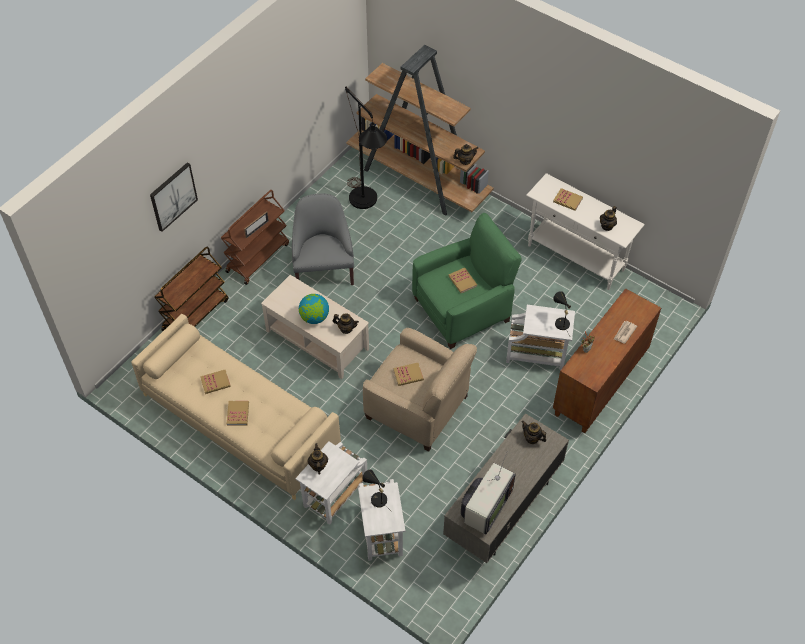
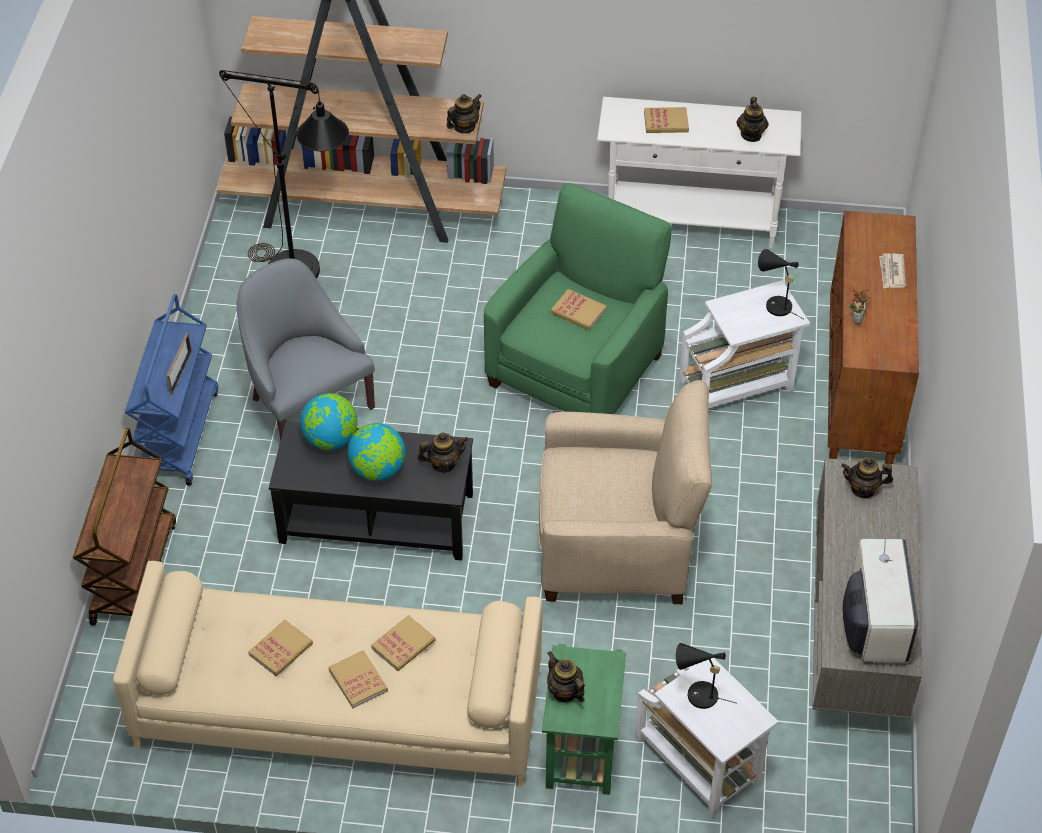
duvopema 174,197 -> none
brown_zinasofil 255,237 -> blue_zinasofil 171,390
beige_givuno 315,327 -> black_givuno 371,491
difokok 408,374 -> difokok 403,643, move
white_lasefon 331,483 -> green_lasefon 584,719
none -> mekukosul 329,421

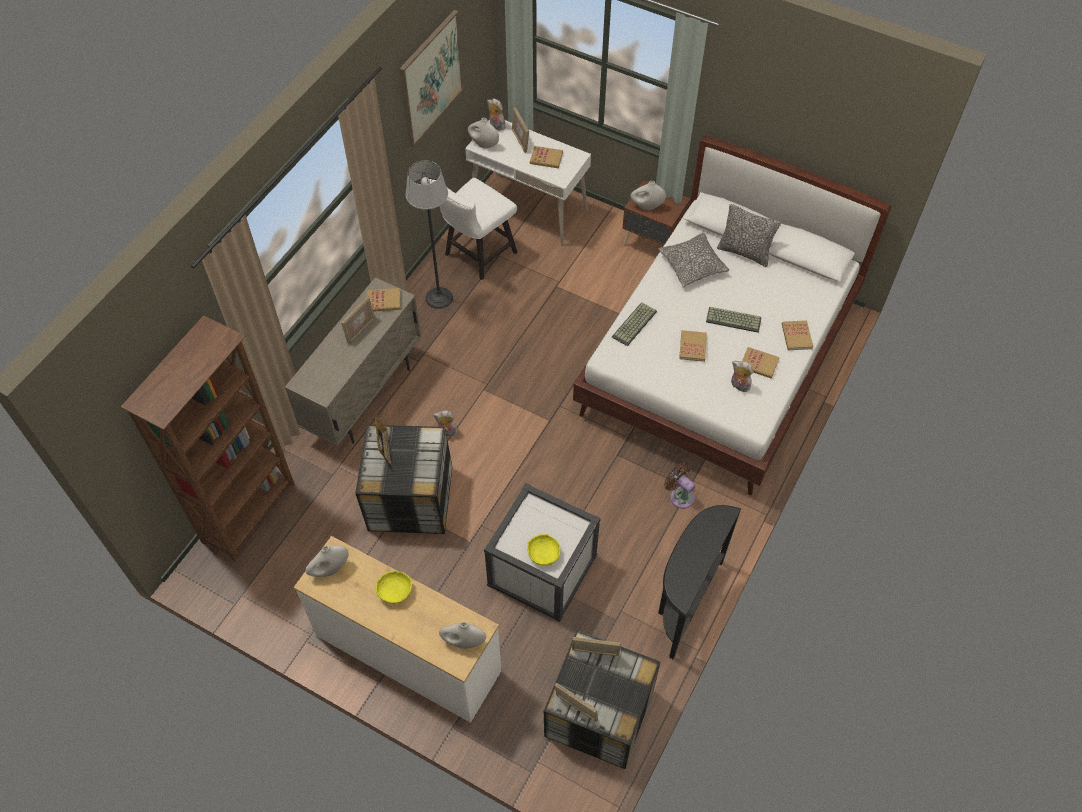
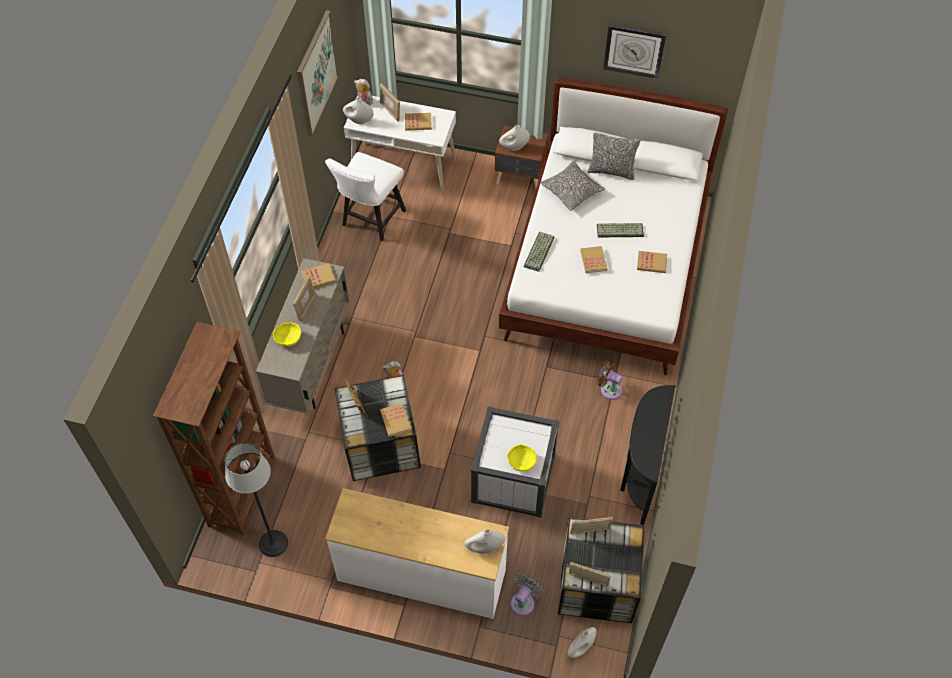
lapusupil 429,234 -> lapusupil 256,500, move
difokok 797,335 -> difokok 396,420, move
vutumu 742,376 -> none
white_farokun 327,561 -> white_farokun 582,642, move
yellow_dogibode 394,587 -> yellow_dogibode 287,334, move
none -> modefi 634,51
none -> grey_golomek 527,594

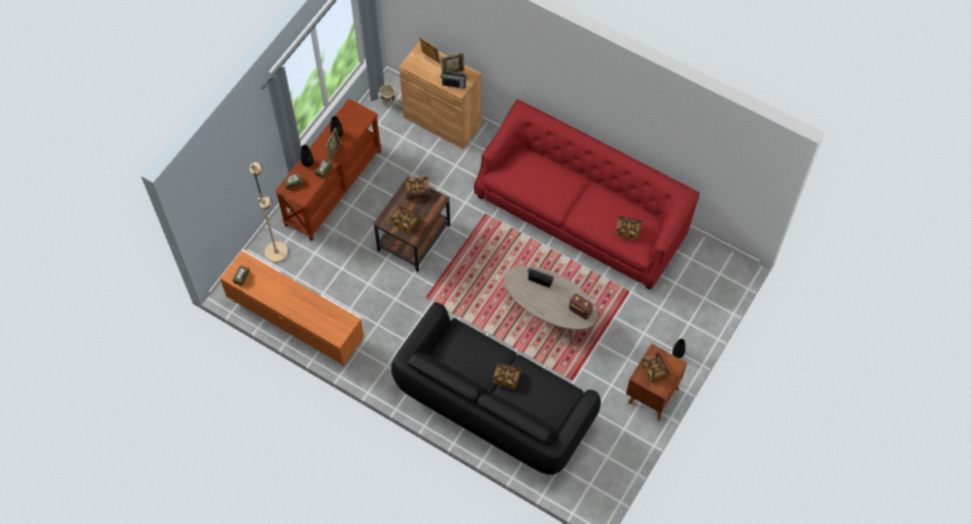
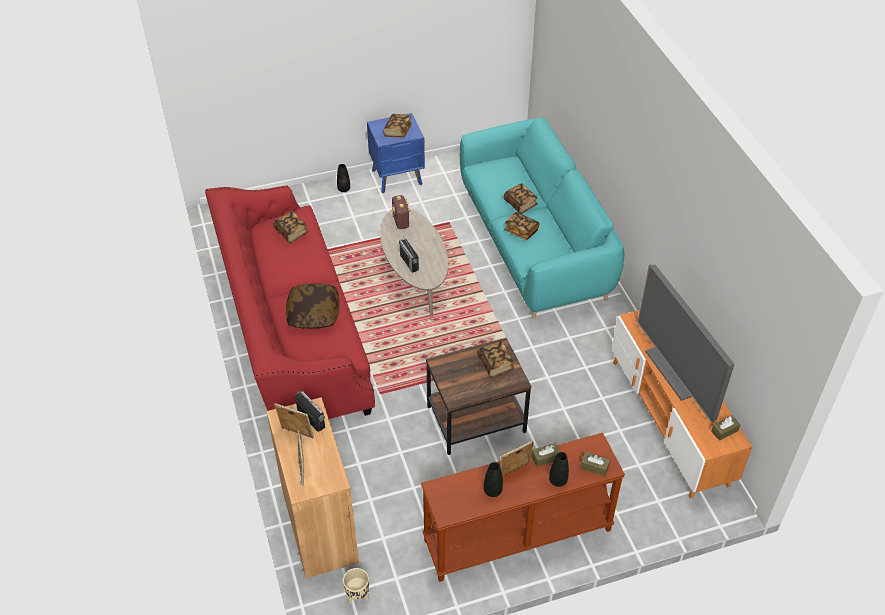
beige_lapusupil 269,212 -> none
difokok 417,188 -> difokok 522,226, move
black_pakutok 496,389 -> turquoise_pakutok 542,218
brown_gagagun 656,382 -> blue_gagagun 396,153
none -> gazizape 686,344
none -> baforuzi 313,306

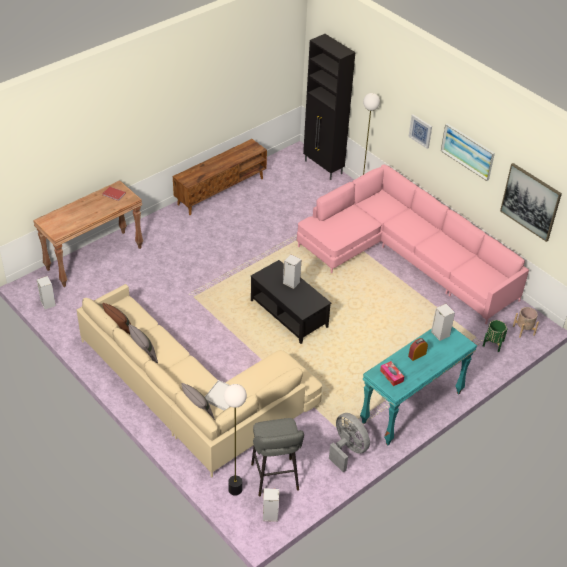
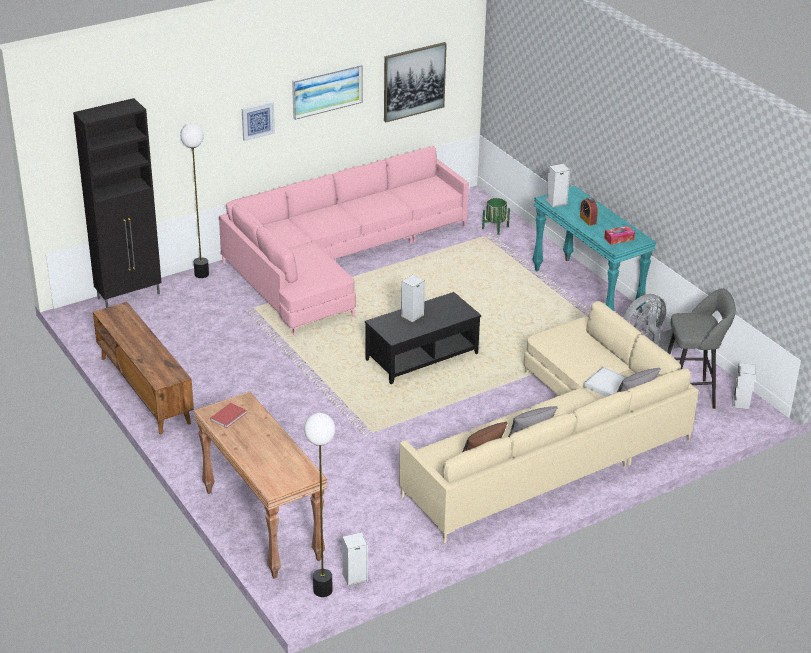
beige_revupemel 526,322 -> none
lapusupil 235,440 -> lapusupil 319,505, move

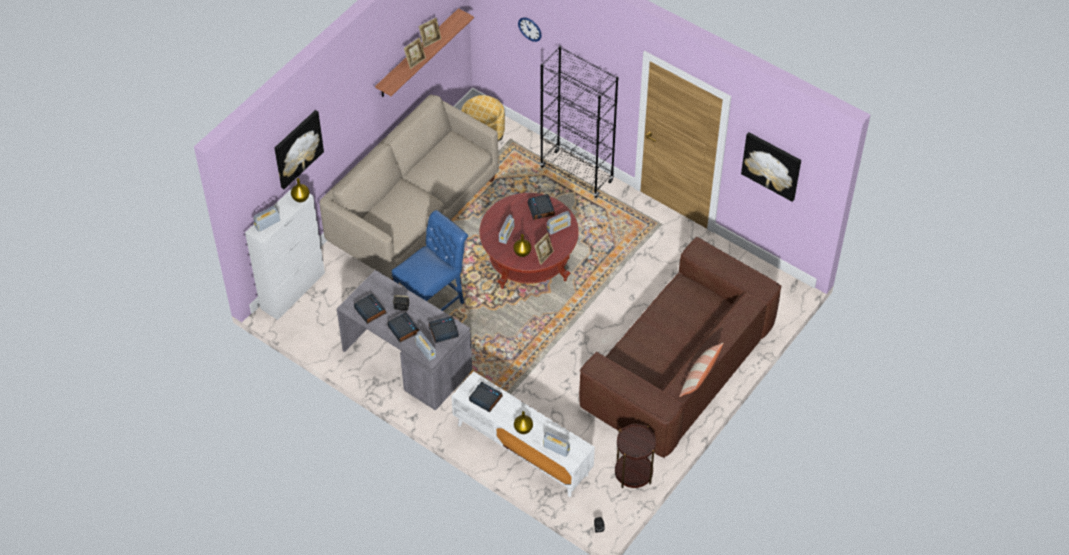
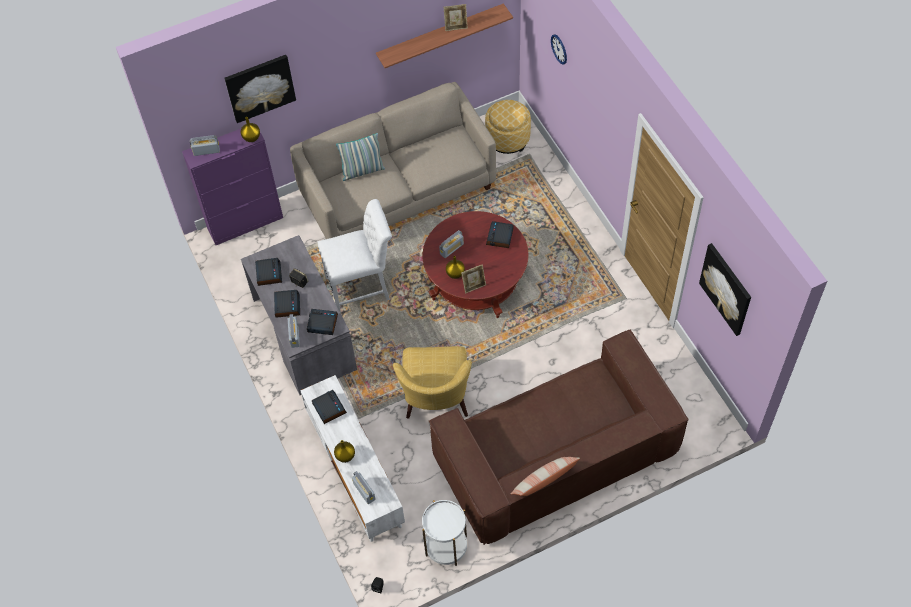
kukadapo 415,53 -> none
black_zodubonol 579,122 -> none
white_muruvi 285,254 -> purple_muruvi 232,184
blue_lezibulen 430,260 -> white_lezibulen 354,256
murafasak 559,223 -> none
brown_lasefon 635,456 -> white_lasefon 444,533
none -> baforuzi 360,157
none -> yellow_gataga 432,382

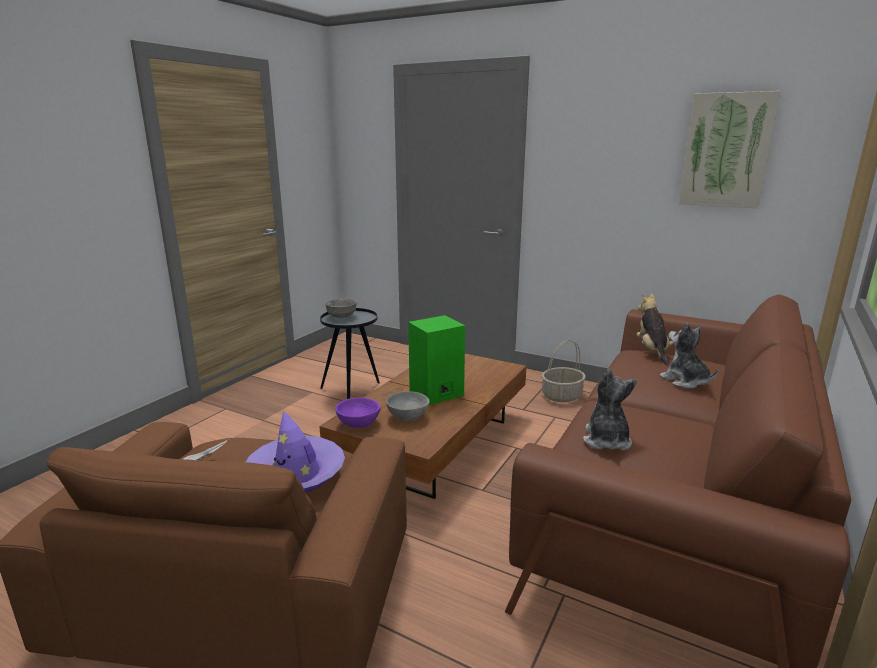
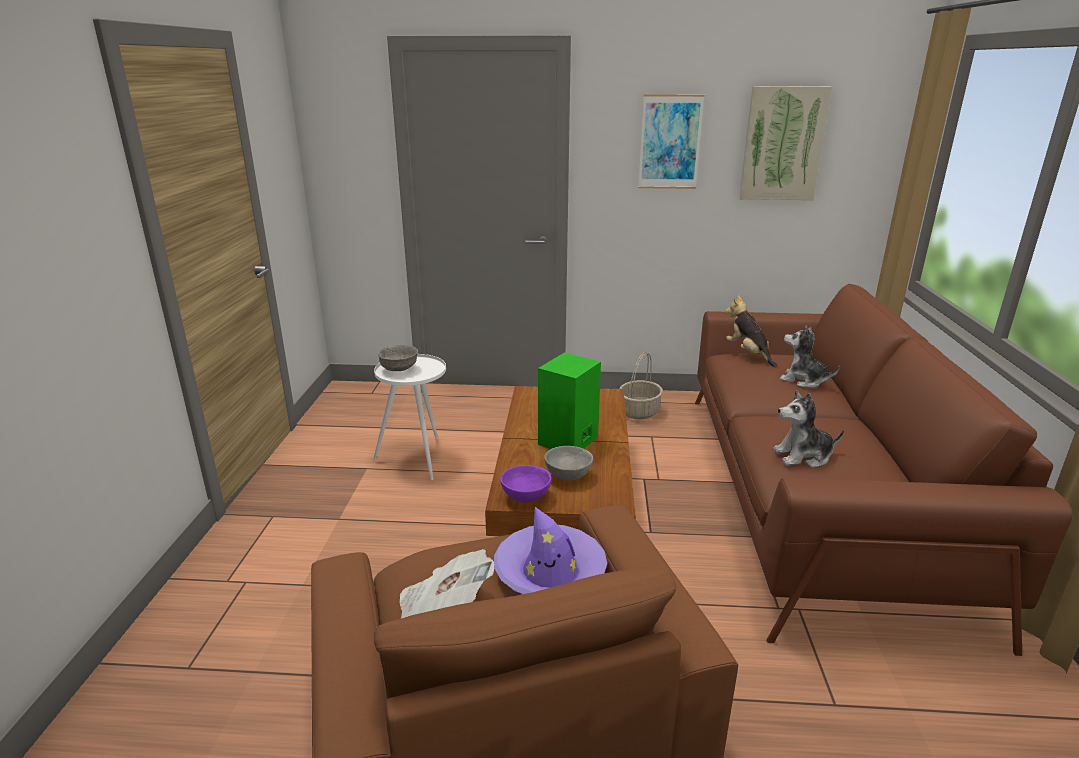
black_lasefon 350,353 -> white_lasefon 409,417
vutumu 610,409 -> vutumu 808,429, 75 degrees counterclockwise
none -> duvopema 671,141

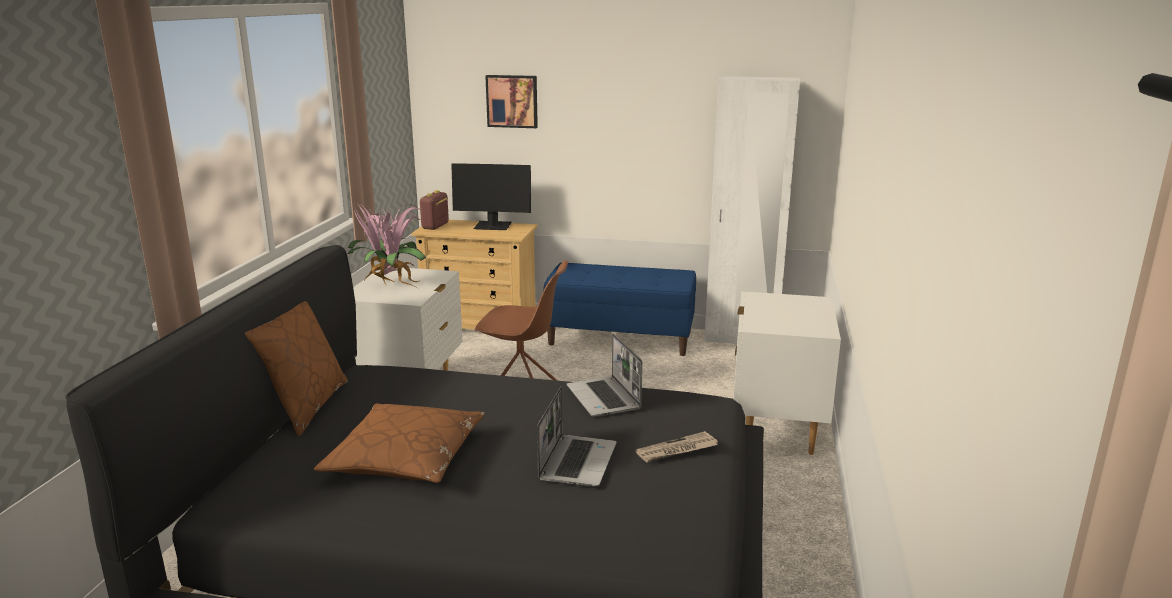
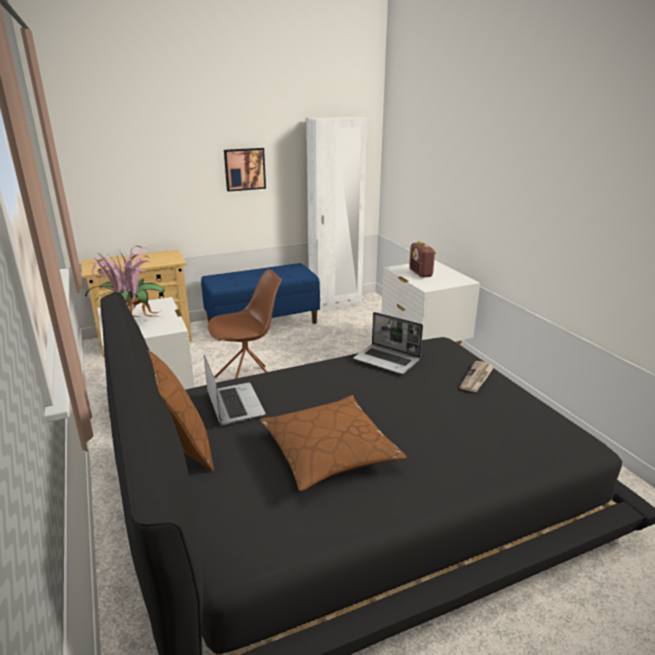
duvopema 511,101 -> duvopema 245,170, move
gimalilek 491,196 -> none
murafasak 434,210 -> murafasak 422,259, move
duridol 577,436 -> duridol 235,390, move

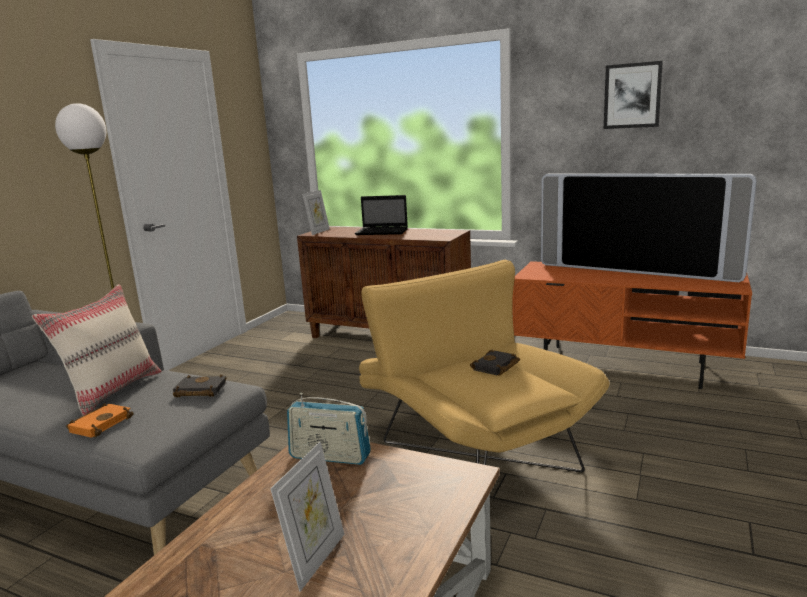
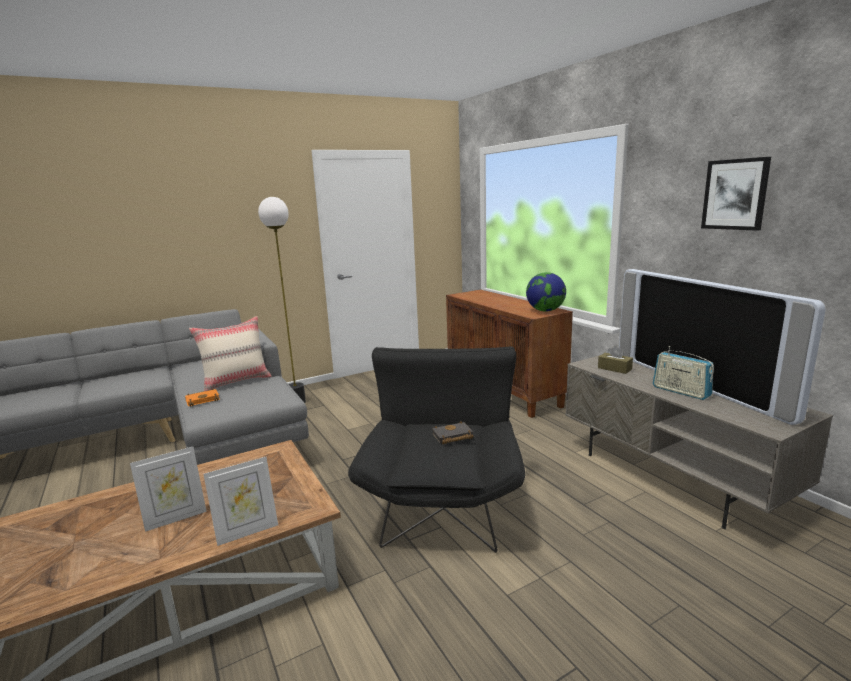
kukadapo 316,212 -> kukadapo 240,501, move
duridol 381,215 -> none
yellow_gataga 484,366 -> black_gataga 436,450
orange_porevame 632,325 -> grey_porevame 699,442
black_difokok 200,386 -> none
murafasak 329,429 -> murafasak 683,373, move
none -> mekukosul 546,292
none -> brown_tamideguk 615,360

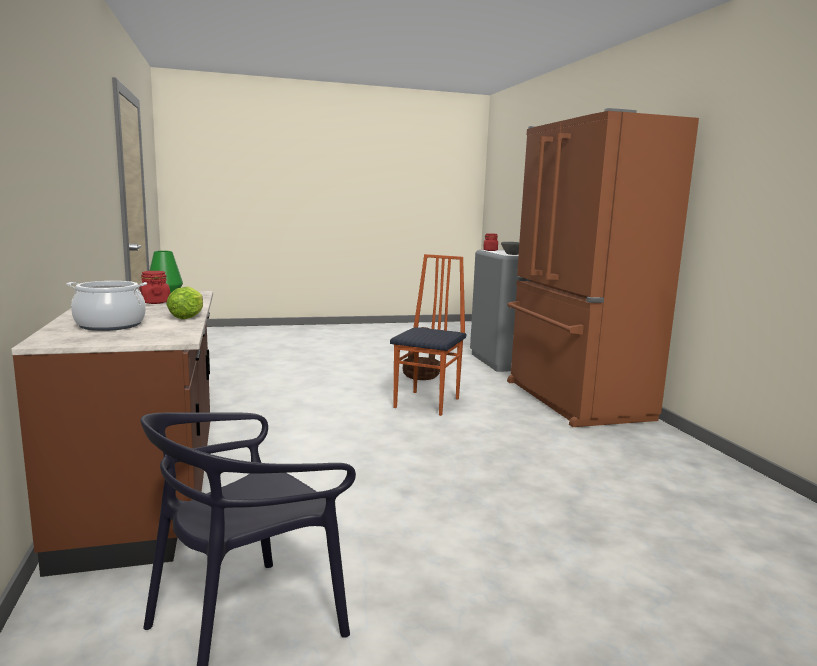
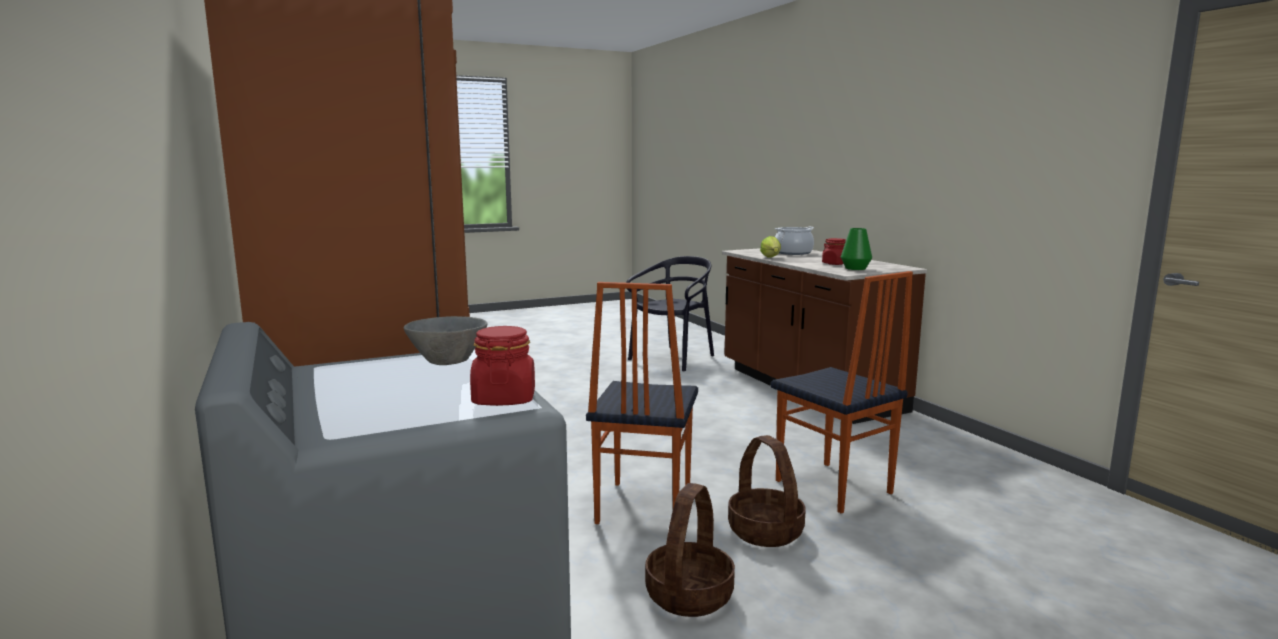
none -> lezibulen 842,392
none -> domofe 767,491

